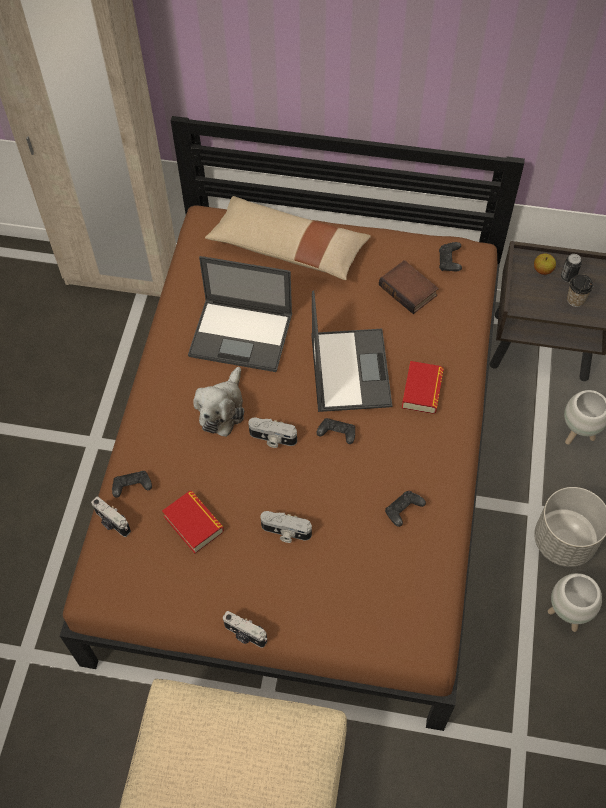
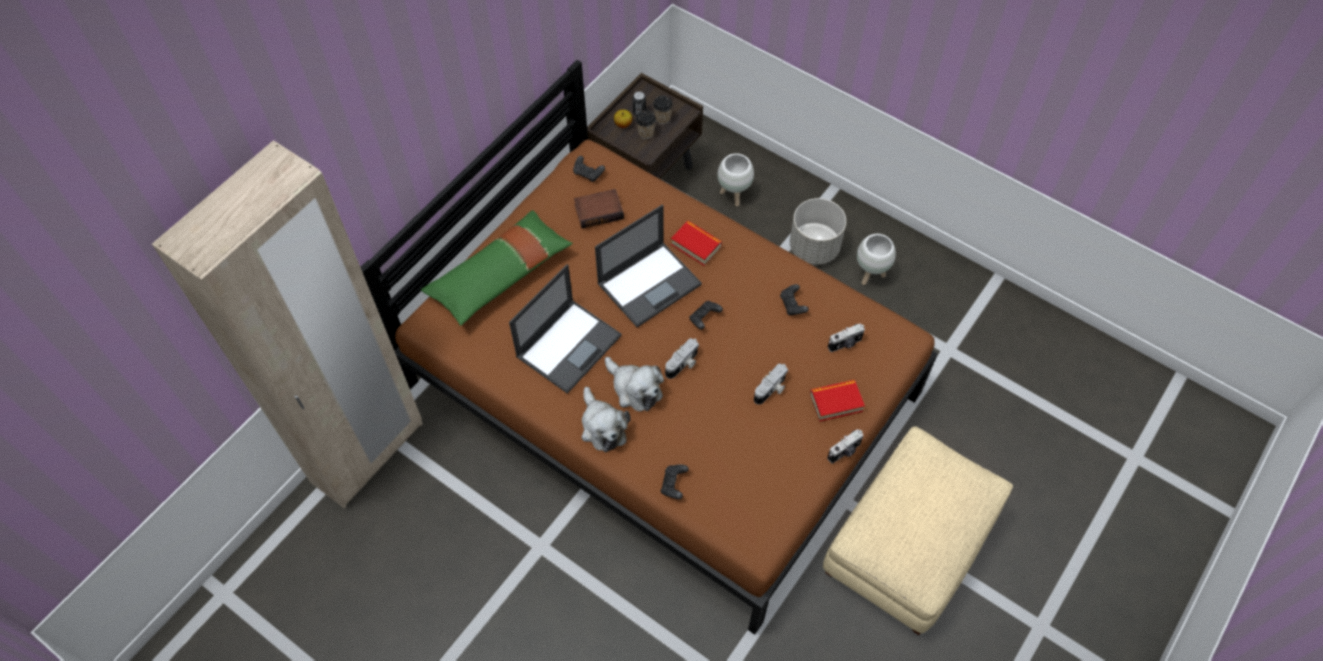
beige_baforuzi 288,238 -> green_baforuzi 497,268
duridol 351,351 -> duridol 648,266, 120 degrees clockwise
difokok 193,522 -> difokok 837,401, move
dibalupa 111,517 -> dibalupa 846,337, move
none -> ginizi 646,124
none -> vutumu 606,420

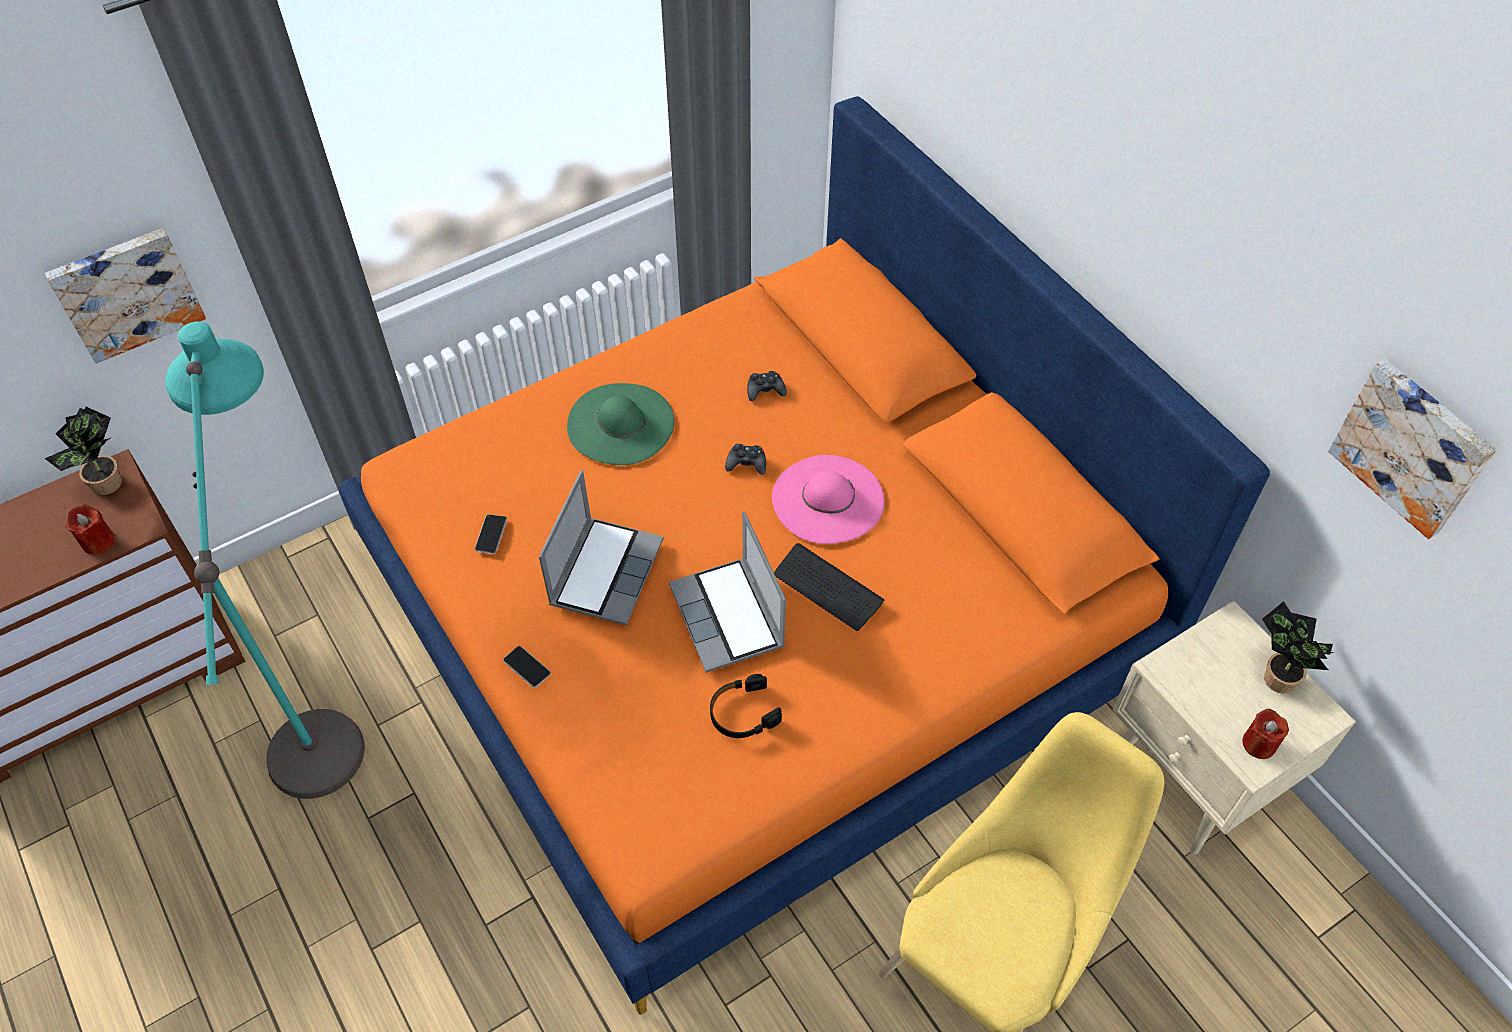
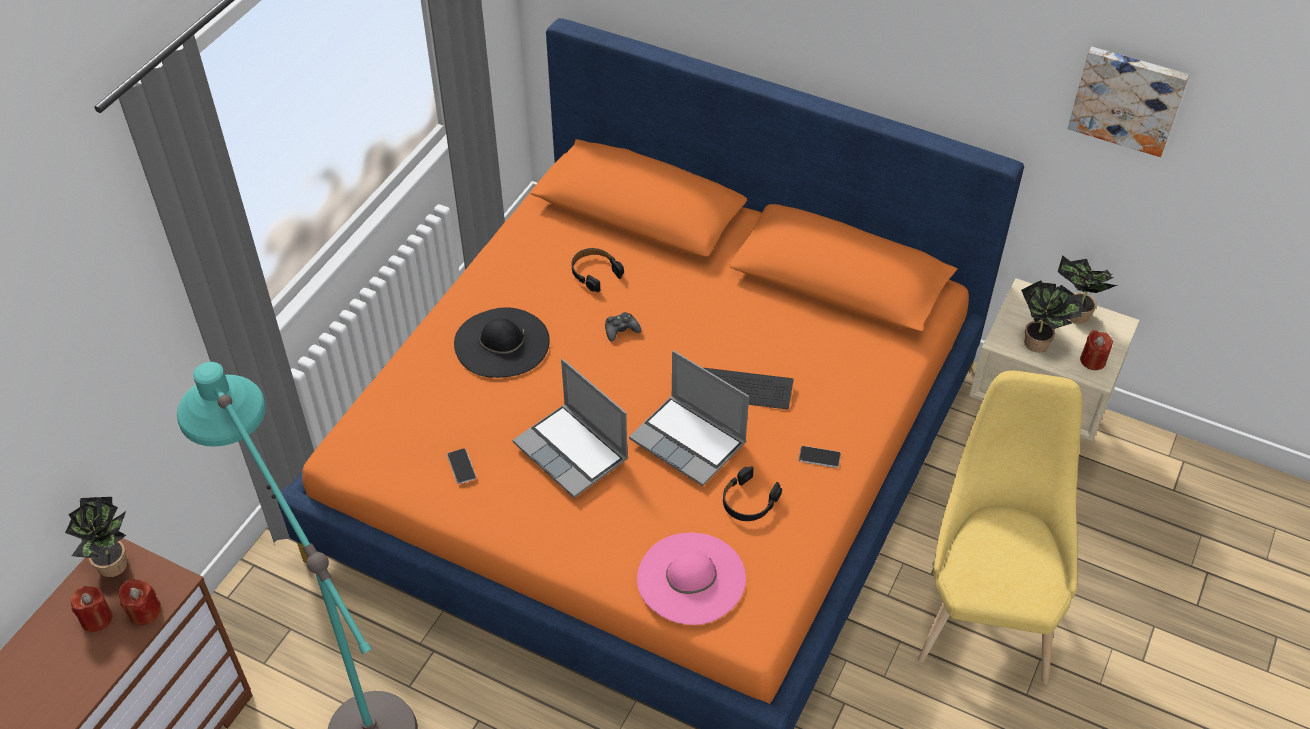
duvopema 125,295 -> none
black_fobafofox 767,386 -> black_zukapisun 598,270
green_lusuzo 620,424 -> black_lusuzo 502,342
pink_lusuzo 828,499 -> pink_lusuzo 691,579, move
duridol 601,548 -> duridol 570,428, 150 degrees clockwise
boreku 527,667 -> boreku 820,457, move
none -> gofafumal 1052,316
none -> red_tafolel 91,609

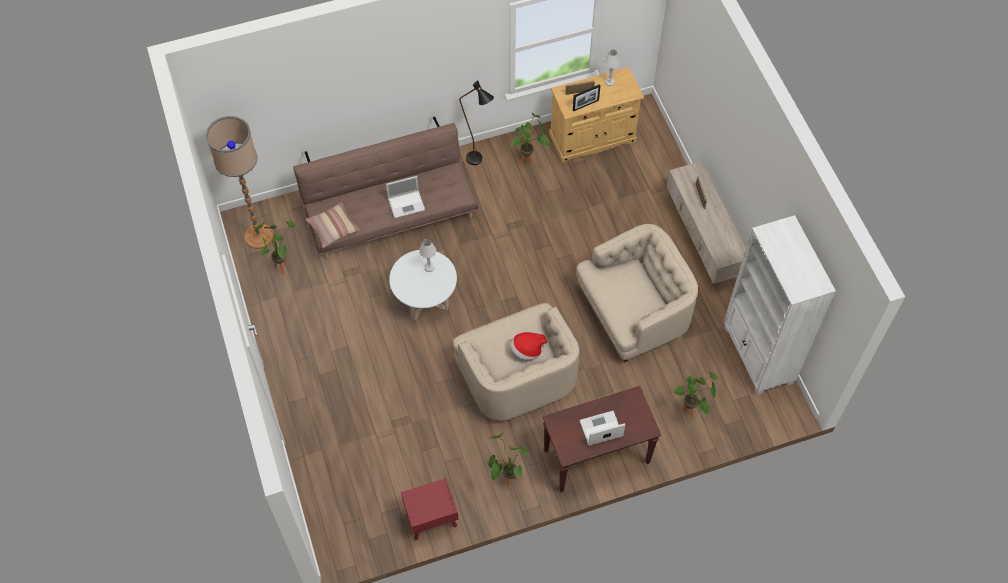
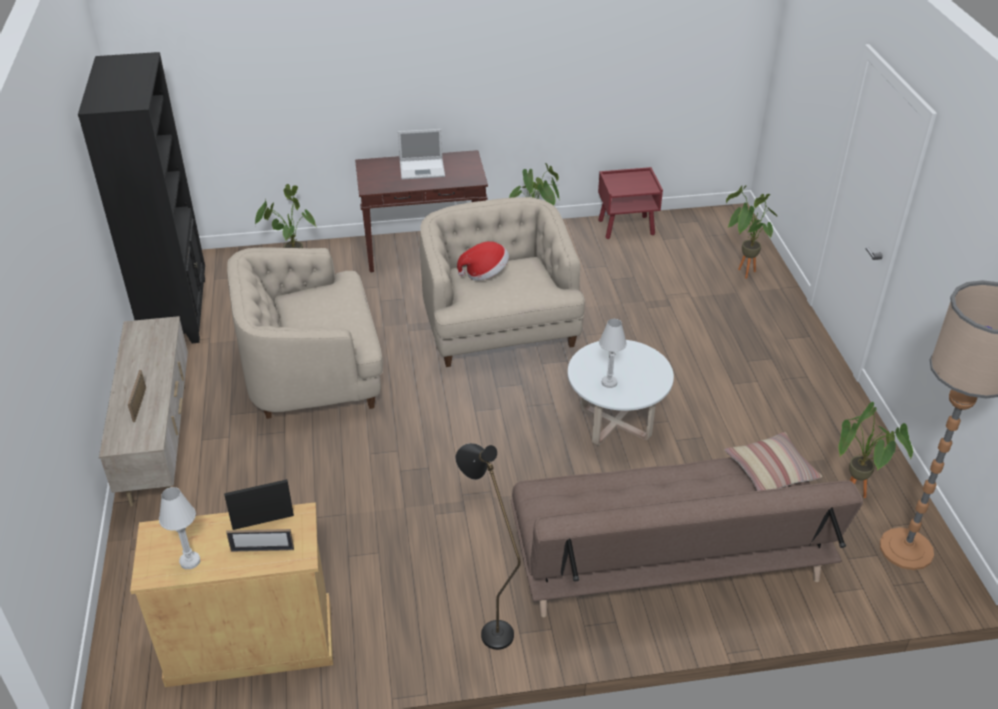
gofafumal 531,139 -> gofafumal 752,232, move
duridol 405,197 -> none
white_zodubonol 780,305 -> black_zodubonol 141,197

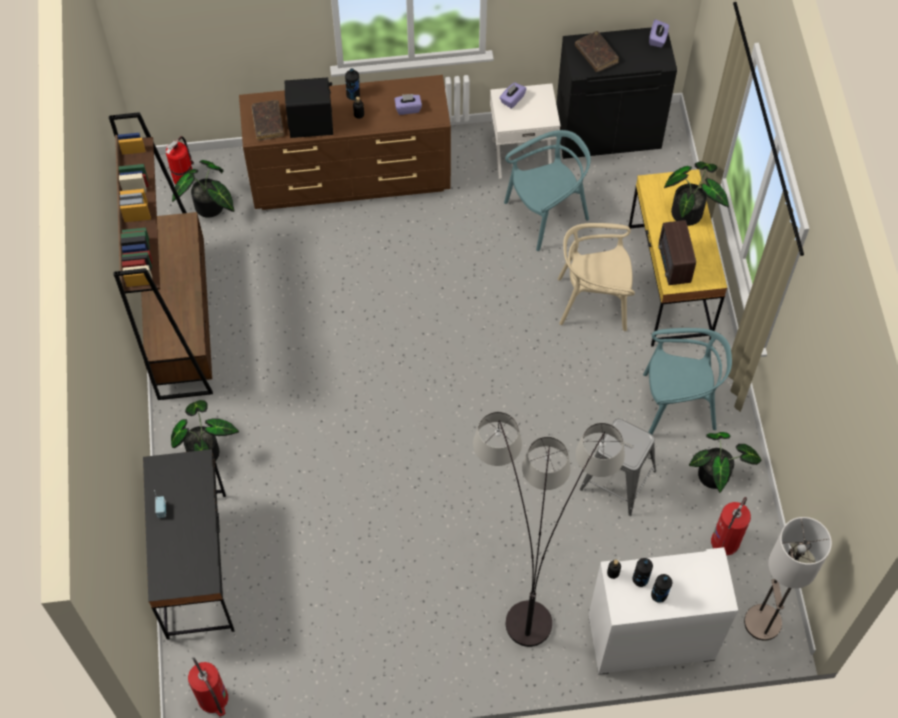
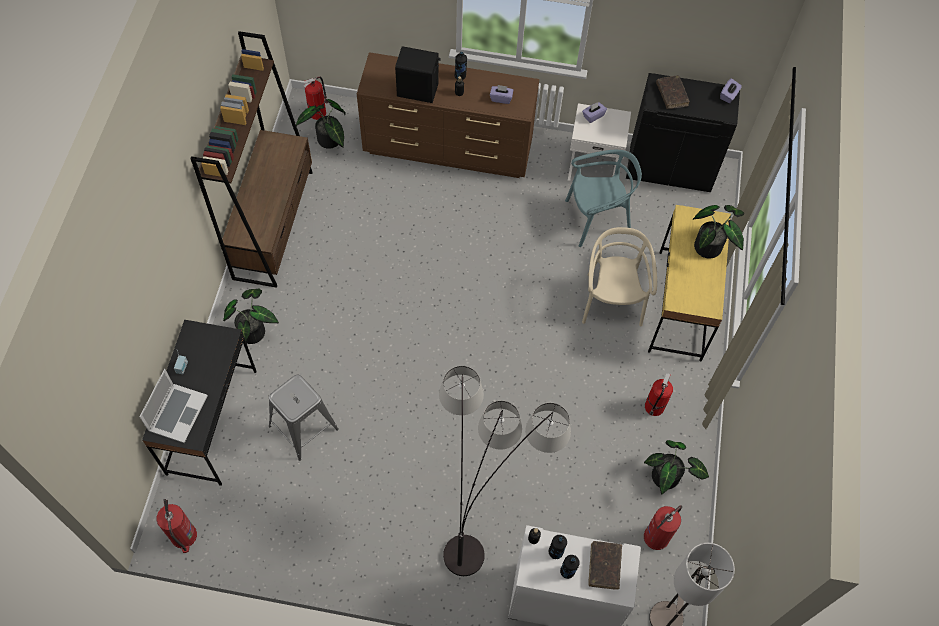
brown_difokok 268,120 -> brown_difokok 605,565, move
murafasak 677,252 -> none
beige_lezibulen 596,277 -> beige_lezibulen 619,276, 75 degrees clockwise
turquoise_lezibulen 687,381 -> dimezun 659,394
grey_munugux 618,467 -> grey_munugux 304,417, move
none -> duridol 174,406

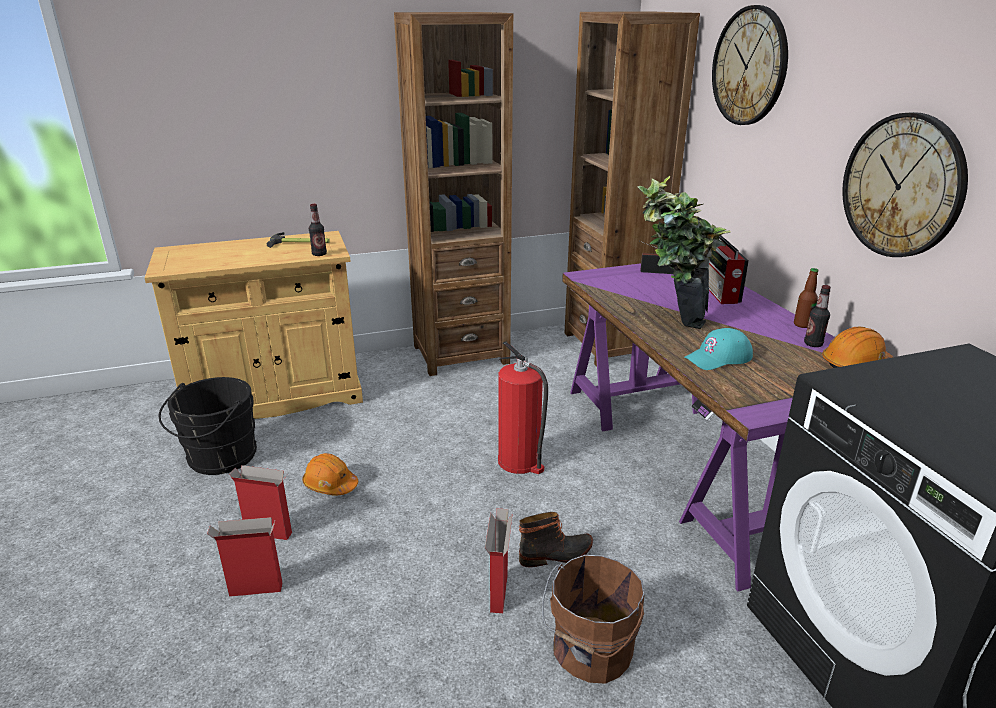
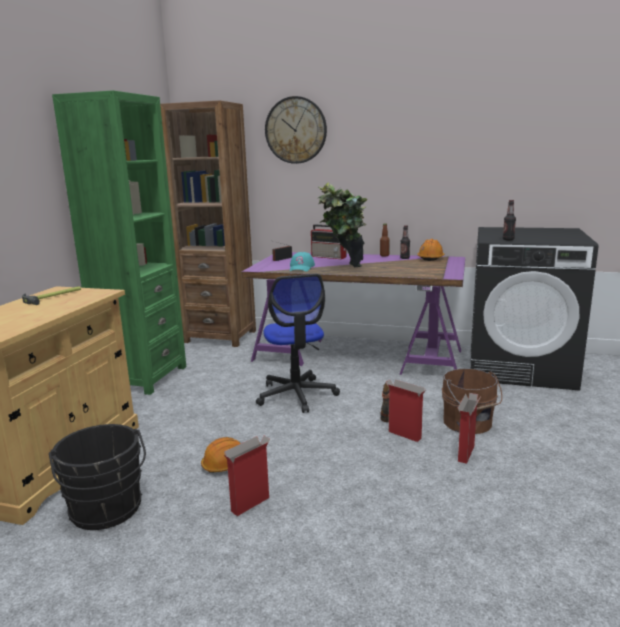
brown_zodubonol 453,194 -> green_zodubonol 119,242
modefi 905,184 -> none
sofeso 318,230 -> sofeso 509,220, move
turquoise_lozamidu 718,349 -> turquoise_lozamidu 302,261, move
dimezun 523,407 -> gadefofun 298,343
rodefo 245,557 -> rodefo 469,428, move

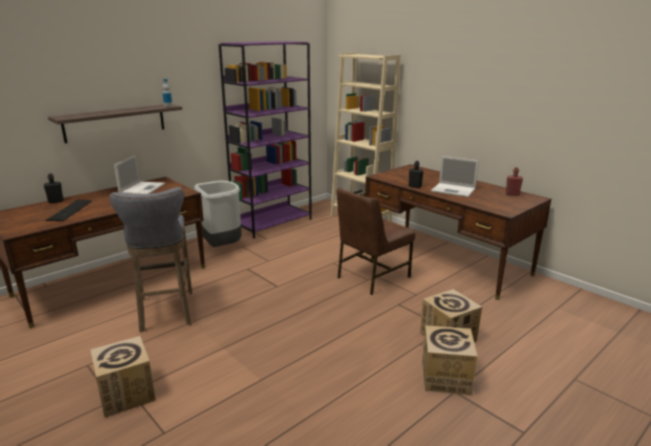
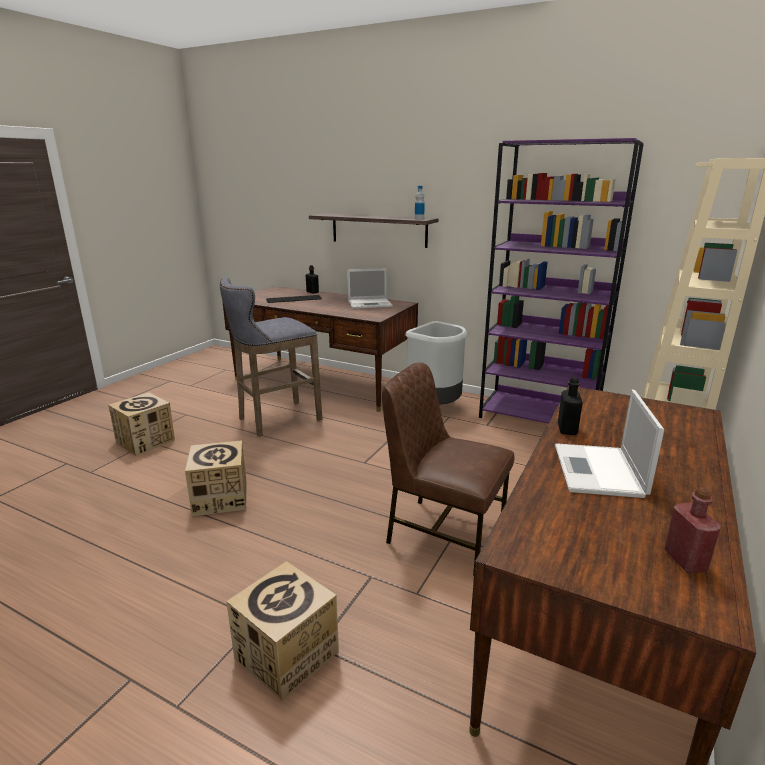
rodefo 450,360 -> rodefo 216,478, move

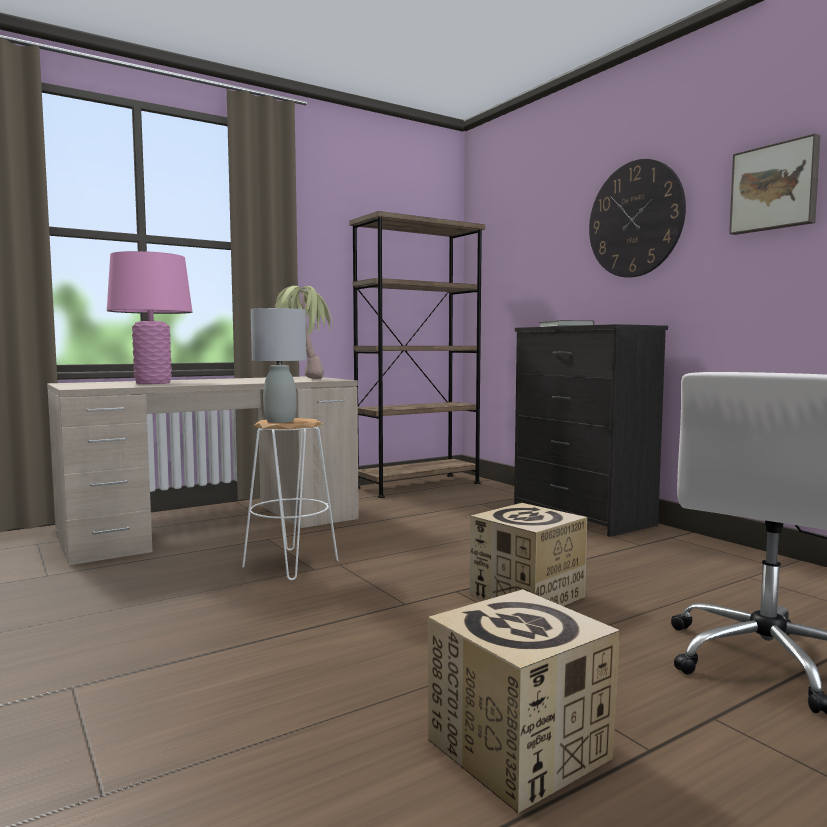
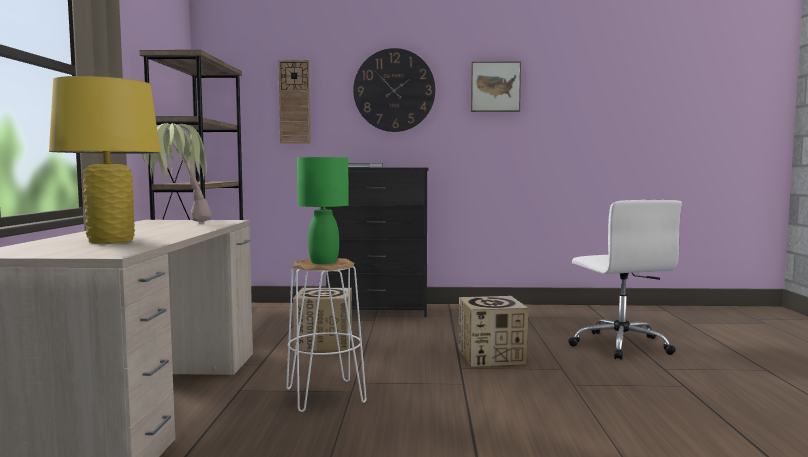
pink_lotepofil 150,317 -> yellow_lotepofil 105,160
grey_lotepofil 278,365 -> green_lotepofil 323,210
rodefo 524,701 -> rodefo 322,319, move
none -> modefi 294,102

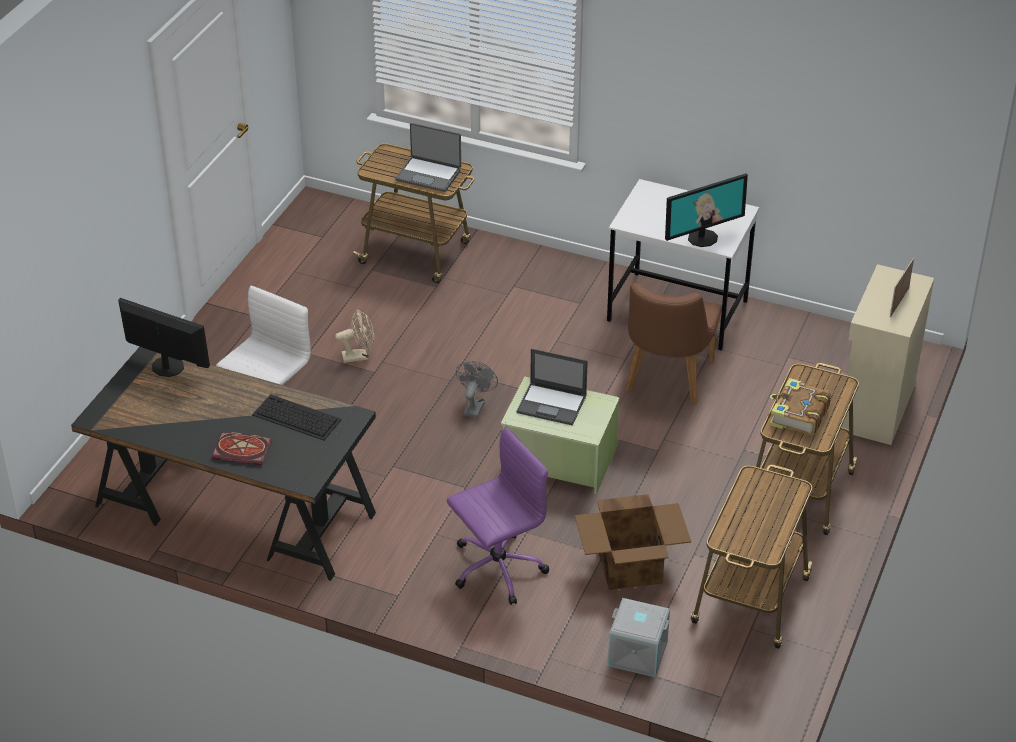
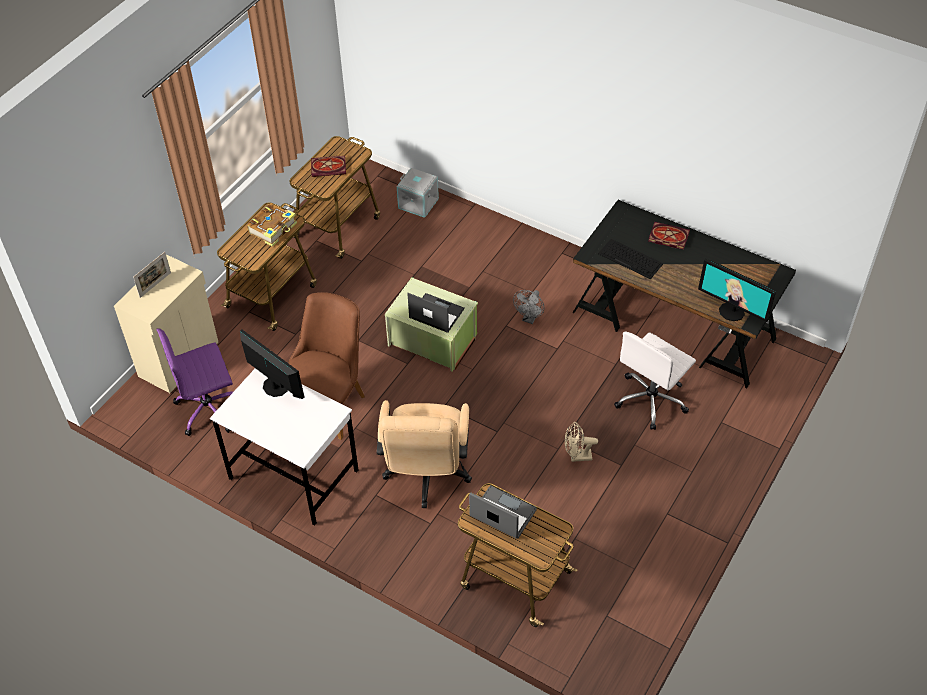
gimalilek 706,210 -> gimalilek 272,364, 60 degrees clockwise
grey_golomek 477,389 -> grey_golomek 528,307, move
purple_gadefofun 498,516 -> purple_gadefofun 194,382, move
rodefo 633,542 -> none
none -> difokok 328,166
none -> beige_gadefofun 424,454

